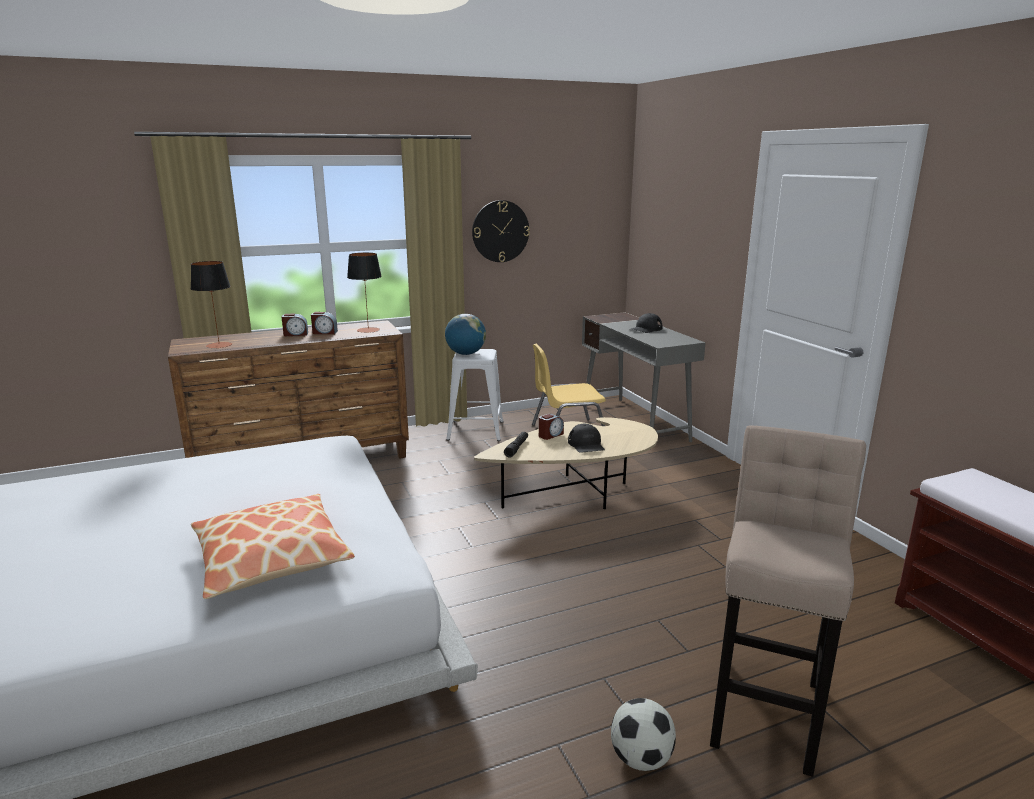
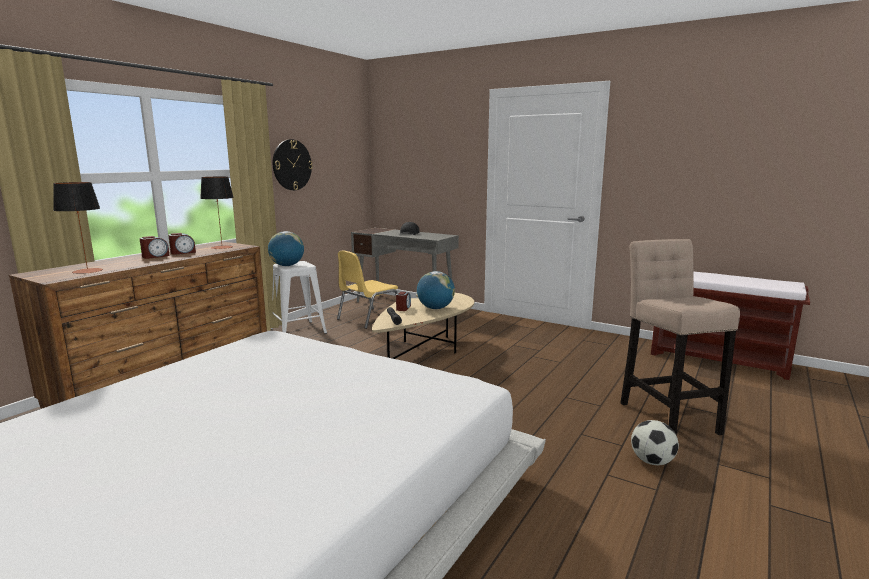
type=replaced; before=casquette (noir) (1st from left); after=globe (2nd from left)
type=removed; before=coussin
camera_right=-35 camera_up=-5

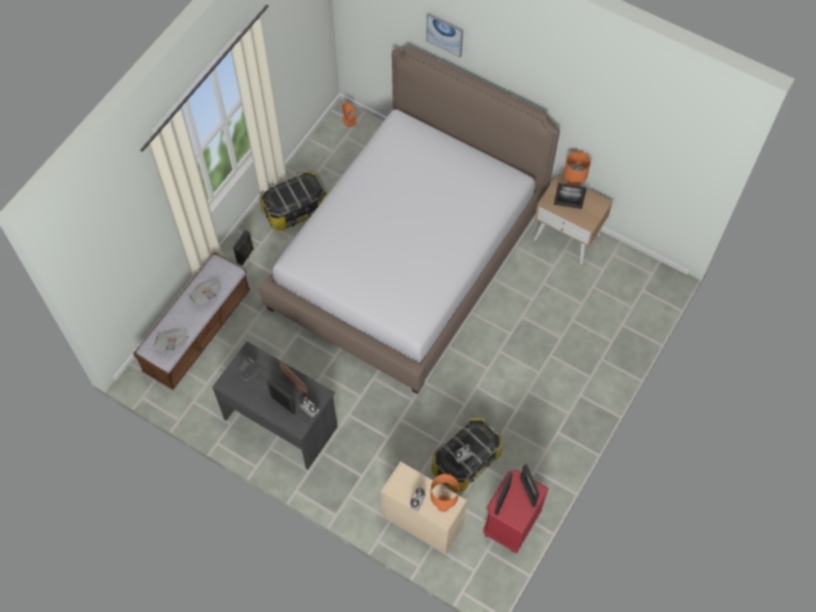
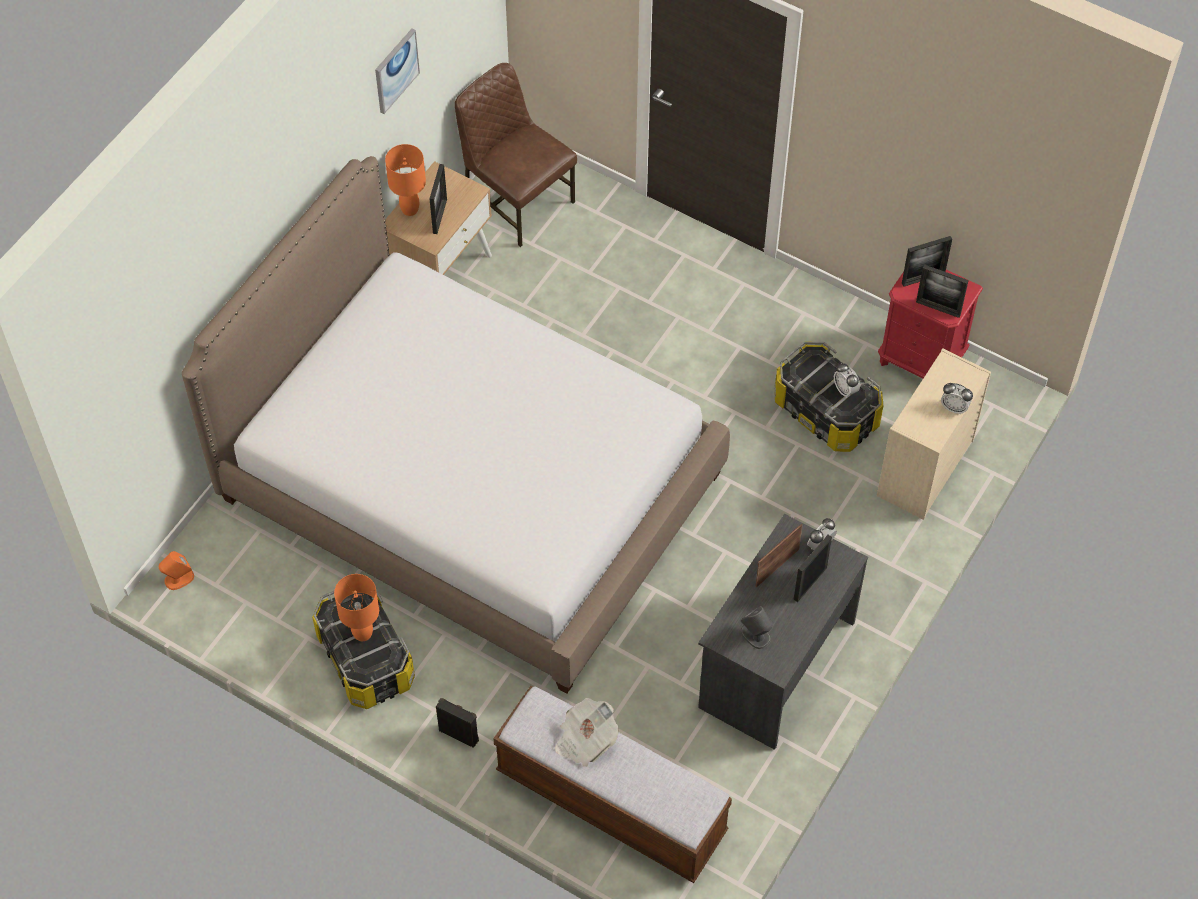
type=moved; before=lampe de table (orange) (1st from left)
type=moved; before=tableau
type=added; after=chaise (marron)
type=removed; before=journal (1st from left)
camera_right=-90 camera_up=-5

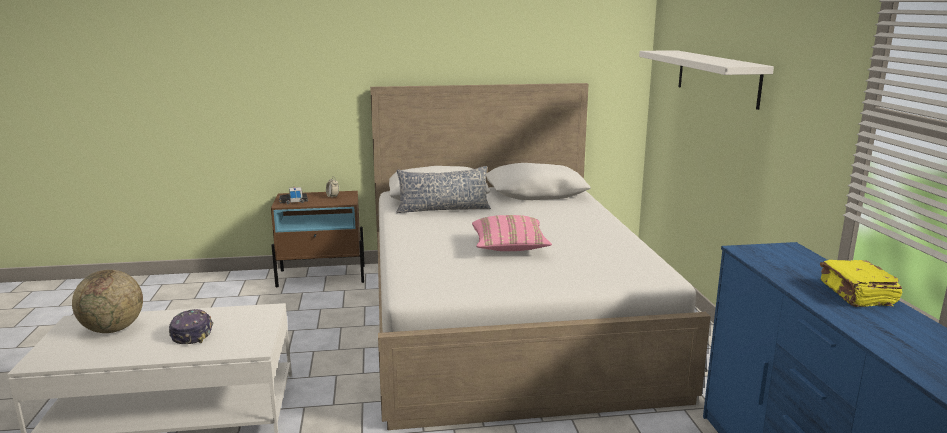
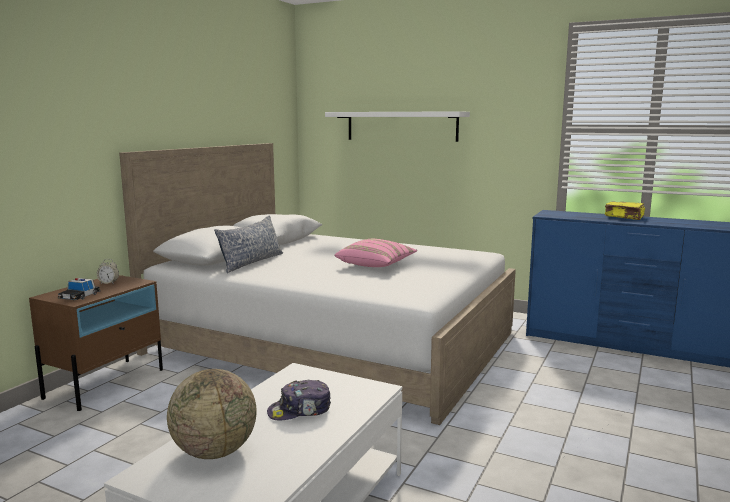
type=turned; before=casquette; turn=-45
camera_right=-55 camera_up=-5

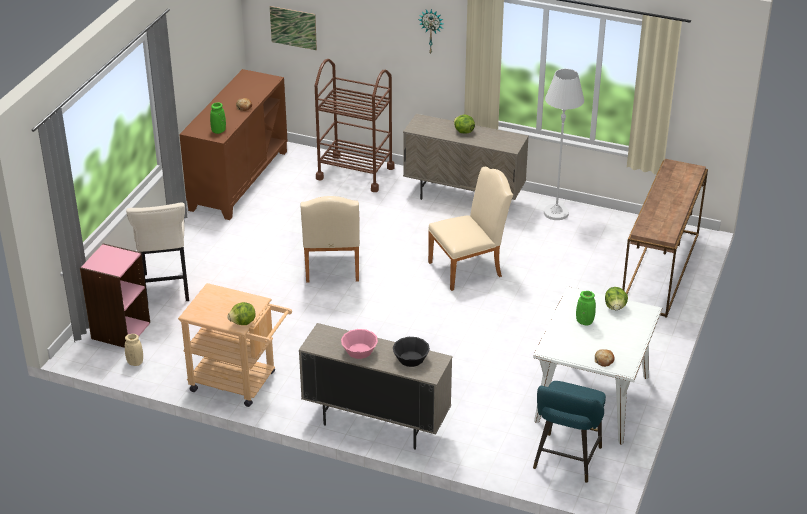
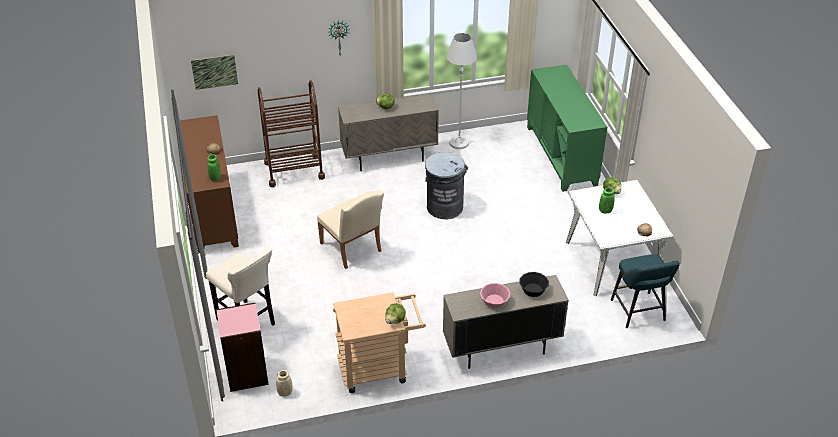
type=replaced; before=chaise (beige) (2nd from left); after=poubelle (gris)
type=replaced; before=table console (marron); after=meuble de rangement (vert)
camera_right=-35 camera_up=5

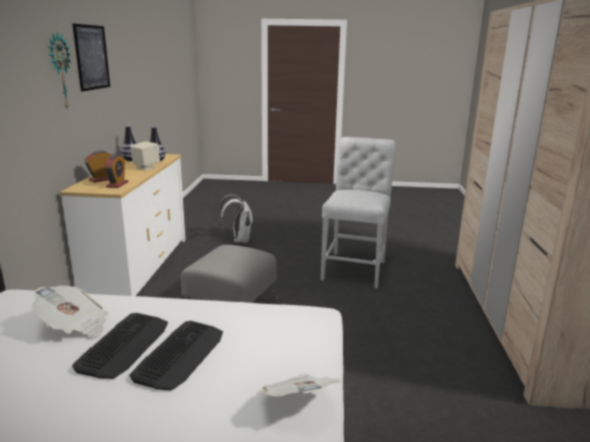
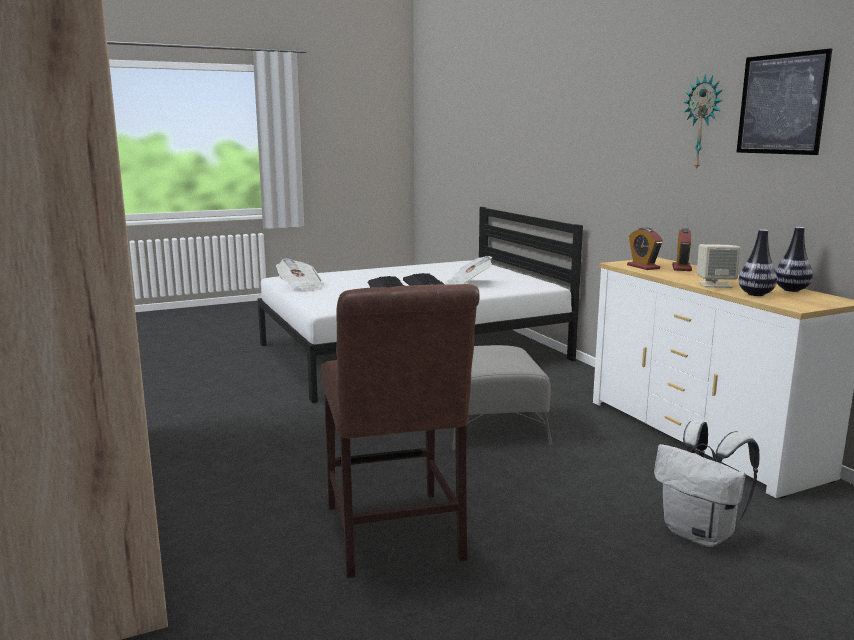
type=recoloured; before=chaise (blanc); after=chaise (marron)
camera_right=150 camera_up=-5

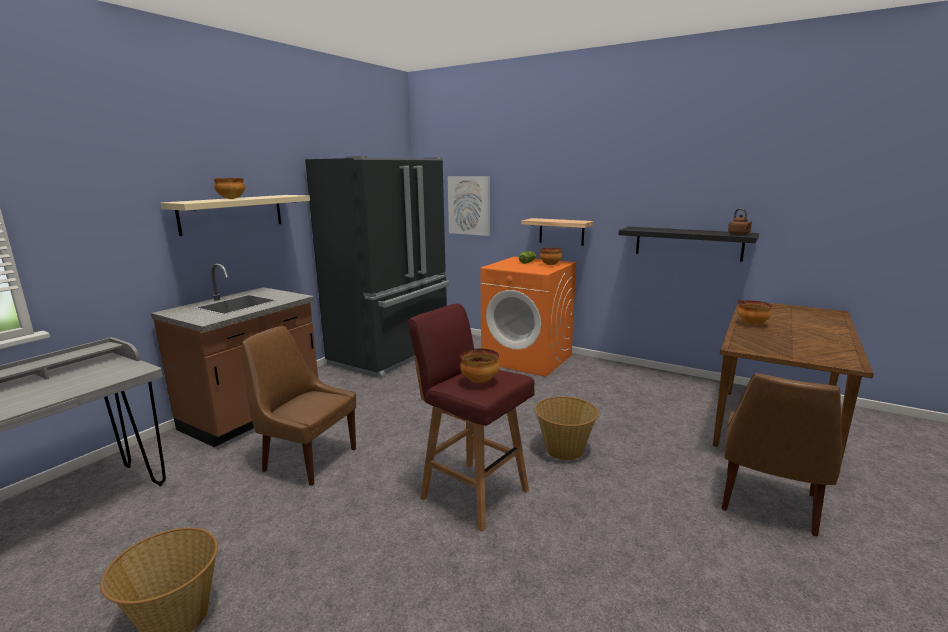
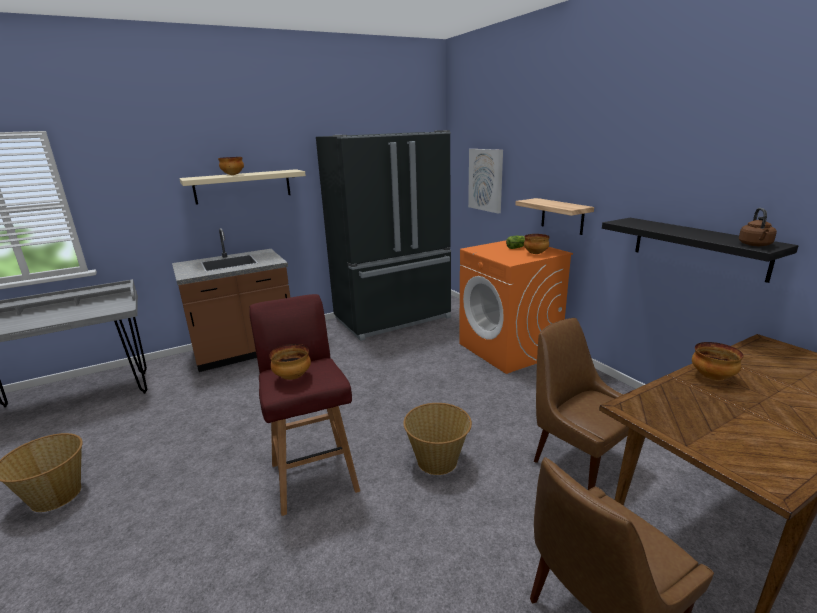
type=moved; before=chaise (marron) (1st from left)
camera_right=30 camera_up=5

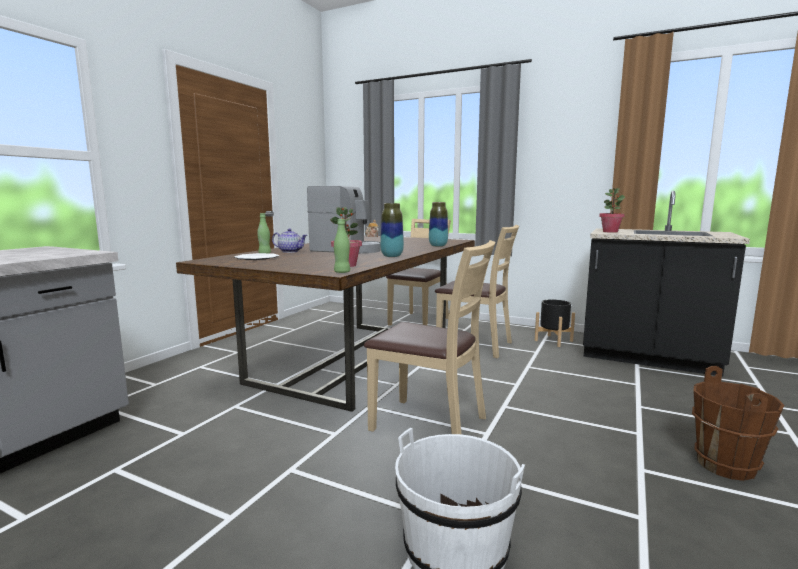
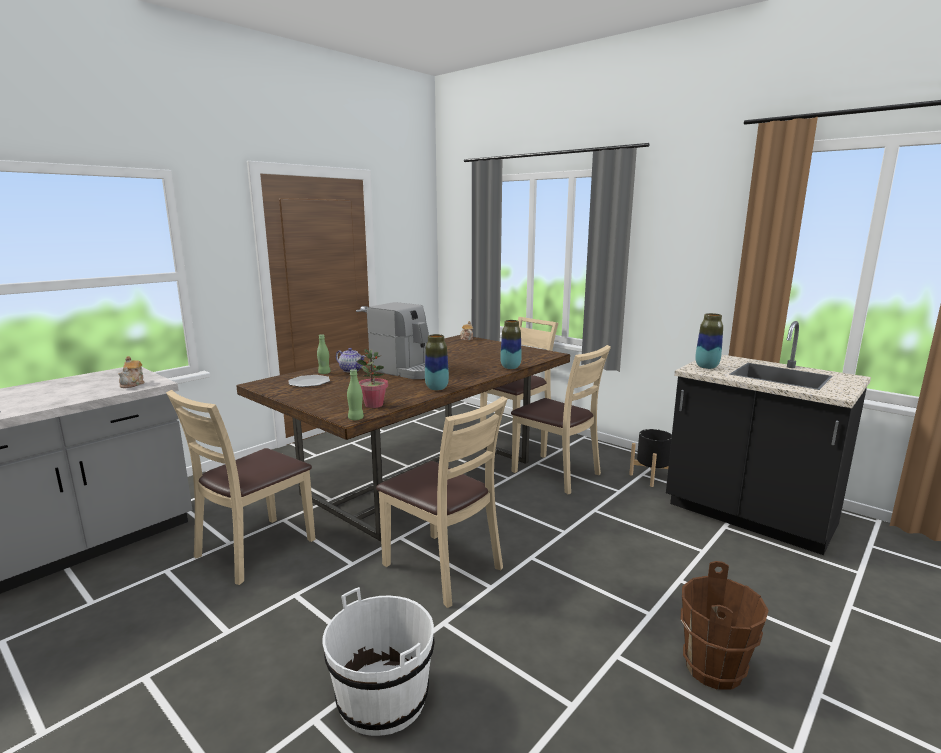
type=added; after=théière (1st from left)
type=added; after=chaise (beige) (1st from left)
type=replaced; before=plante en pot (2nd from left); after=vase (3rd from left)
camera_right=15 camera_up=5

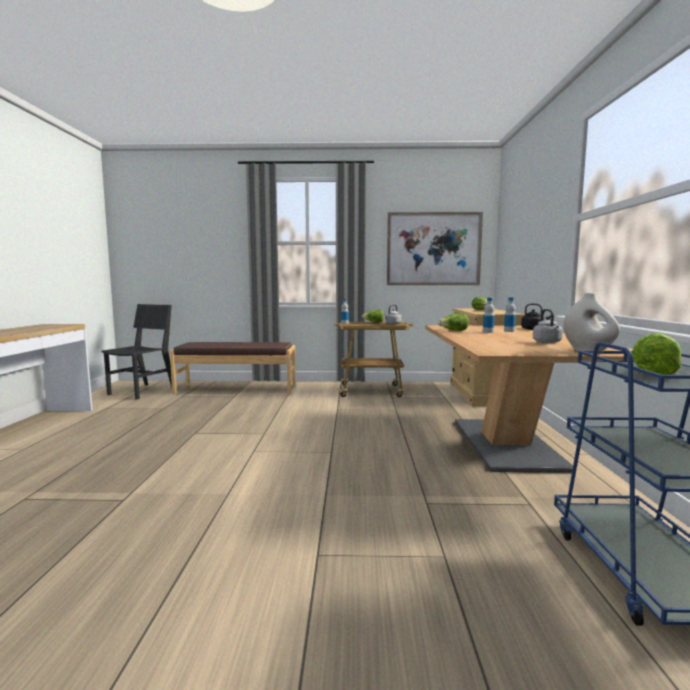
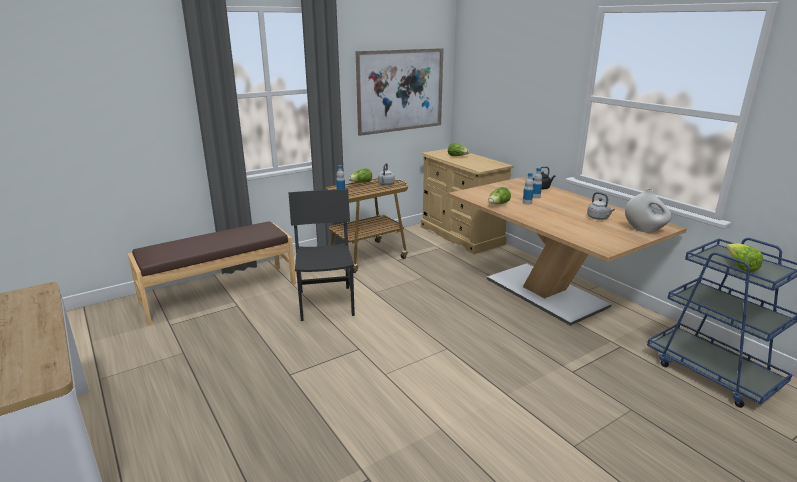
type=moved; before=chaise (noir)
camera_right=-35 camera_up=15

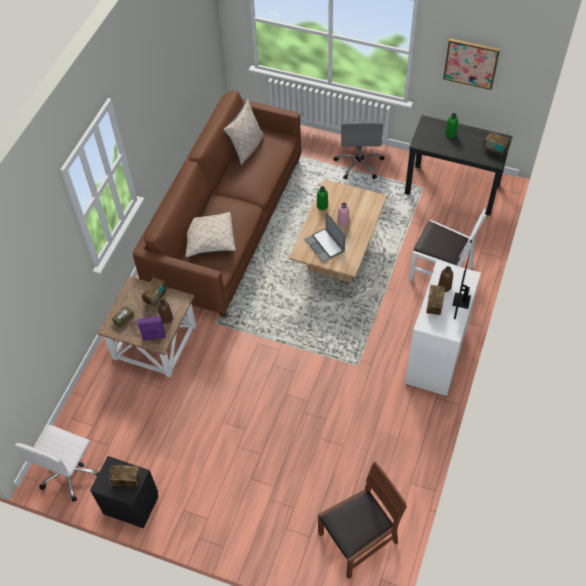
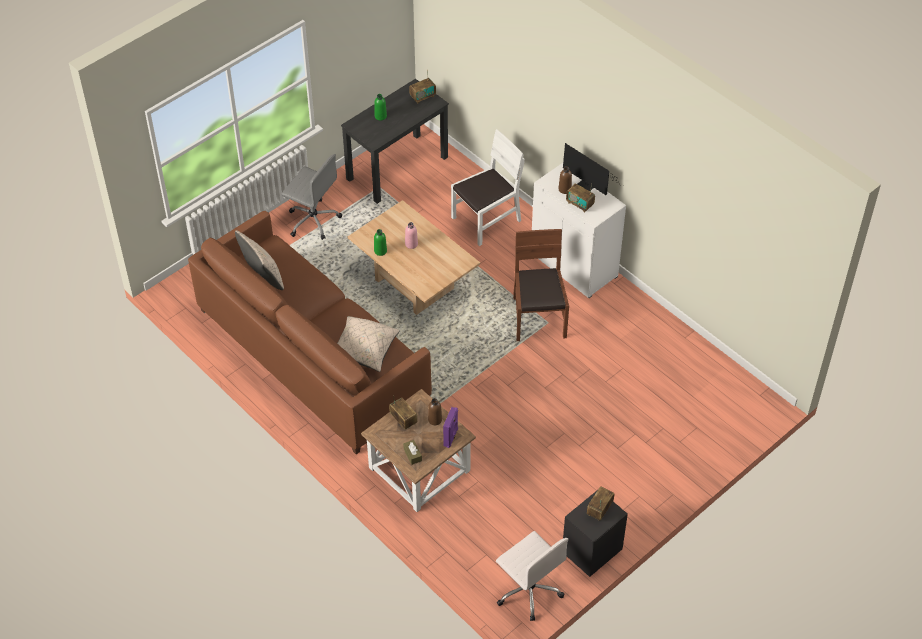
type=moved; before=chaise (marron)
type=removed; before=ordinateur portable
type=removed; before=tableau
camera_right=-65 camera_up=-5

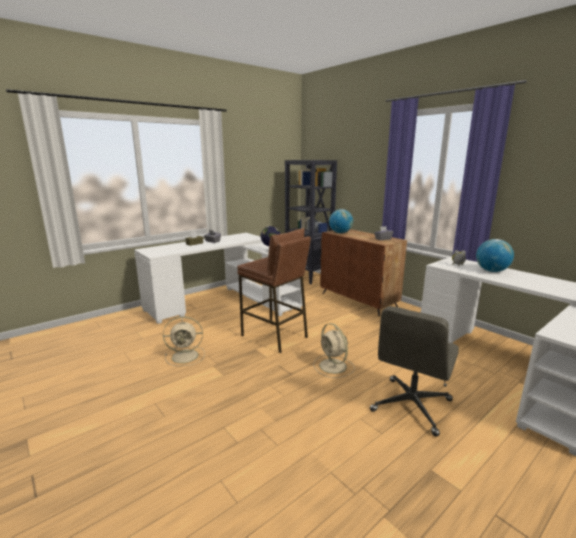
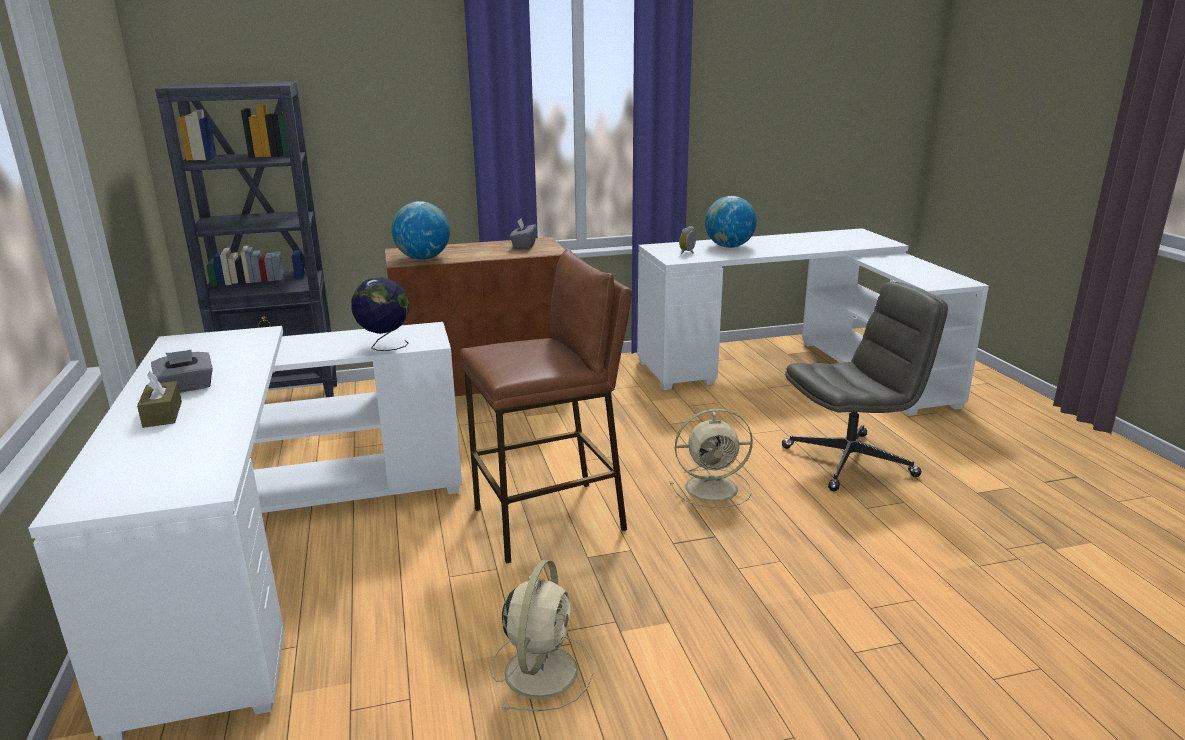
type=turned; before=chaise de bureau (gris); turn=-75
camera_right=-65 camera_up=5

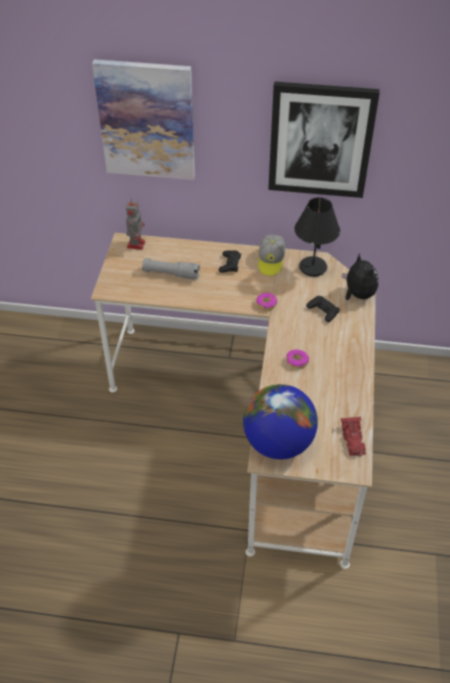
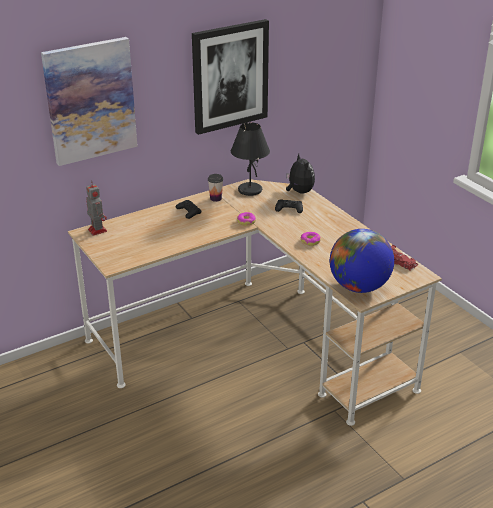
type=replaced; before=casquette; after=tasse
type=turned; before=peluche; turn=45
type=removed; before=lampe de poche (gris)
camera_right=-40 camera_up=-15

